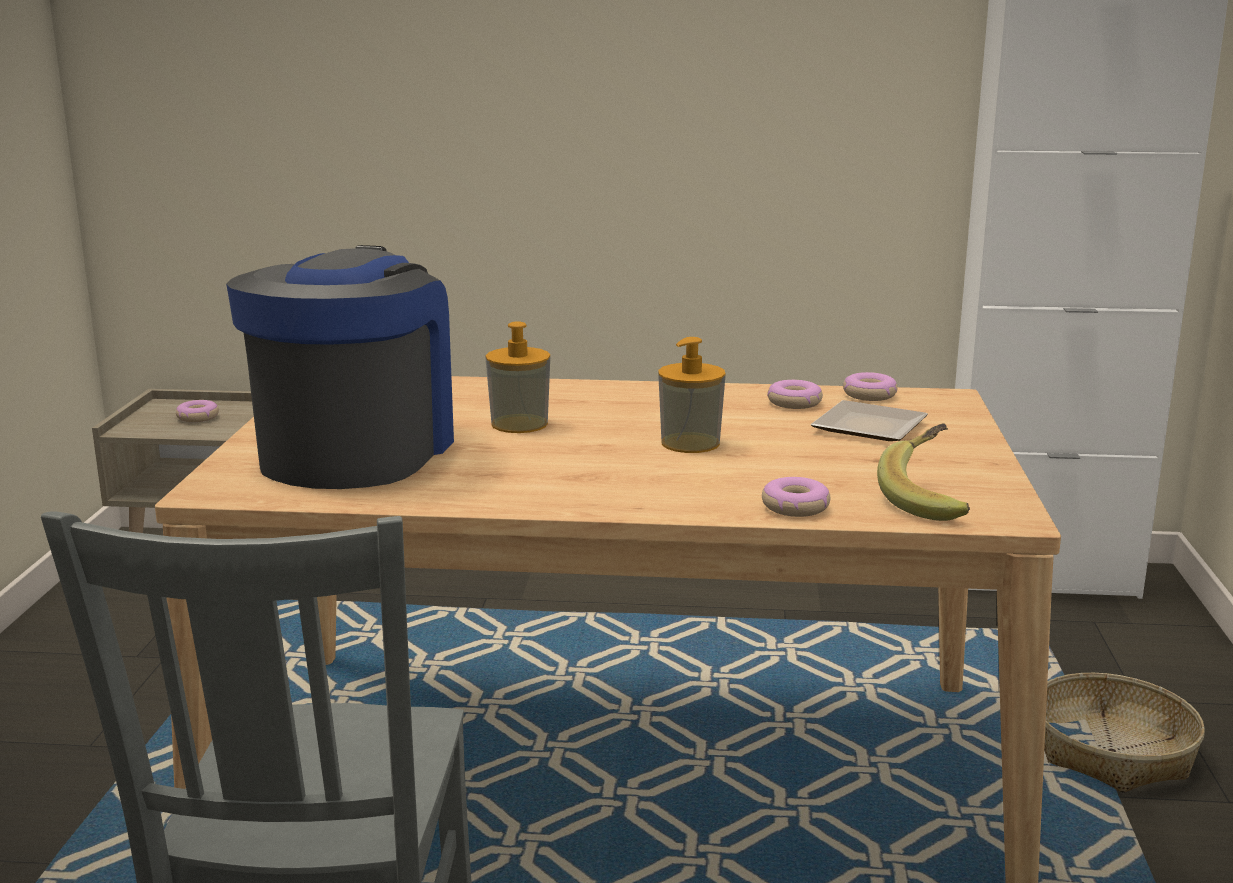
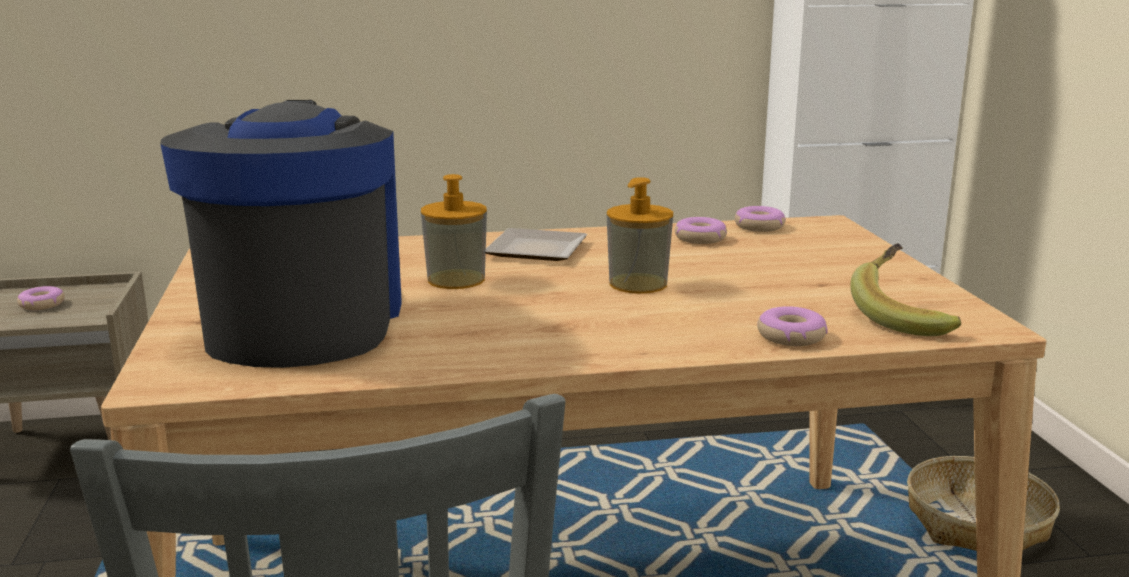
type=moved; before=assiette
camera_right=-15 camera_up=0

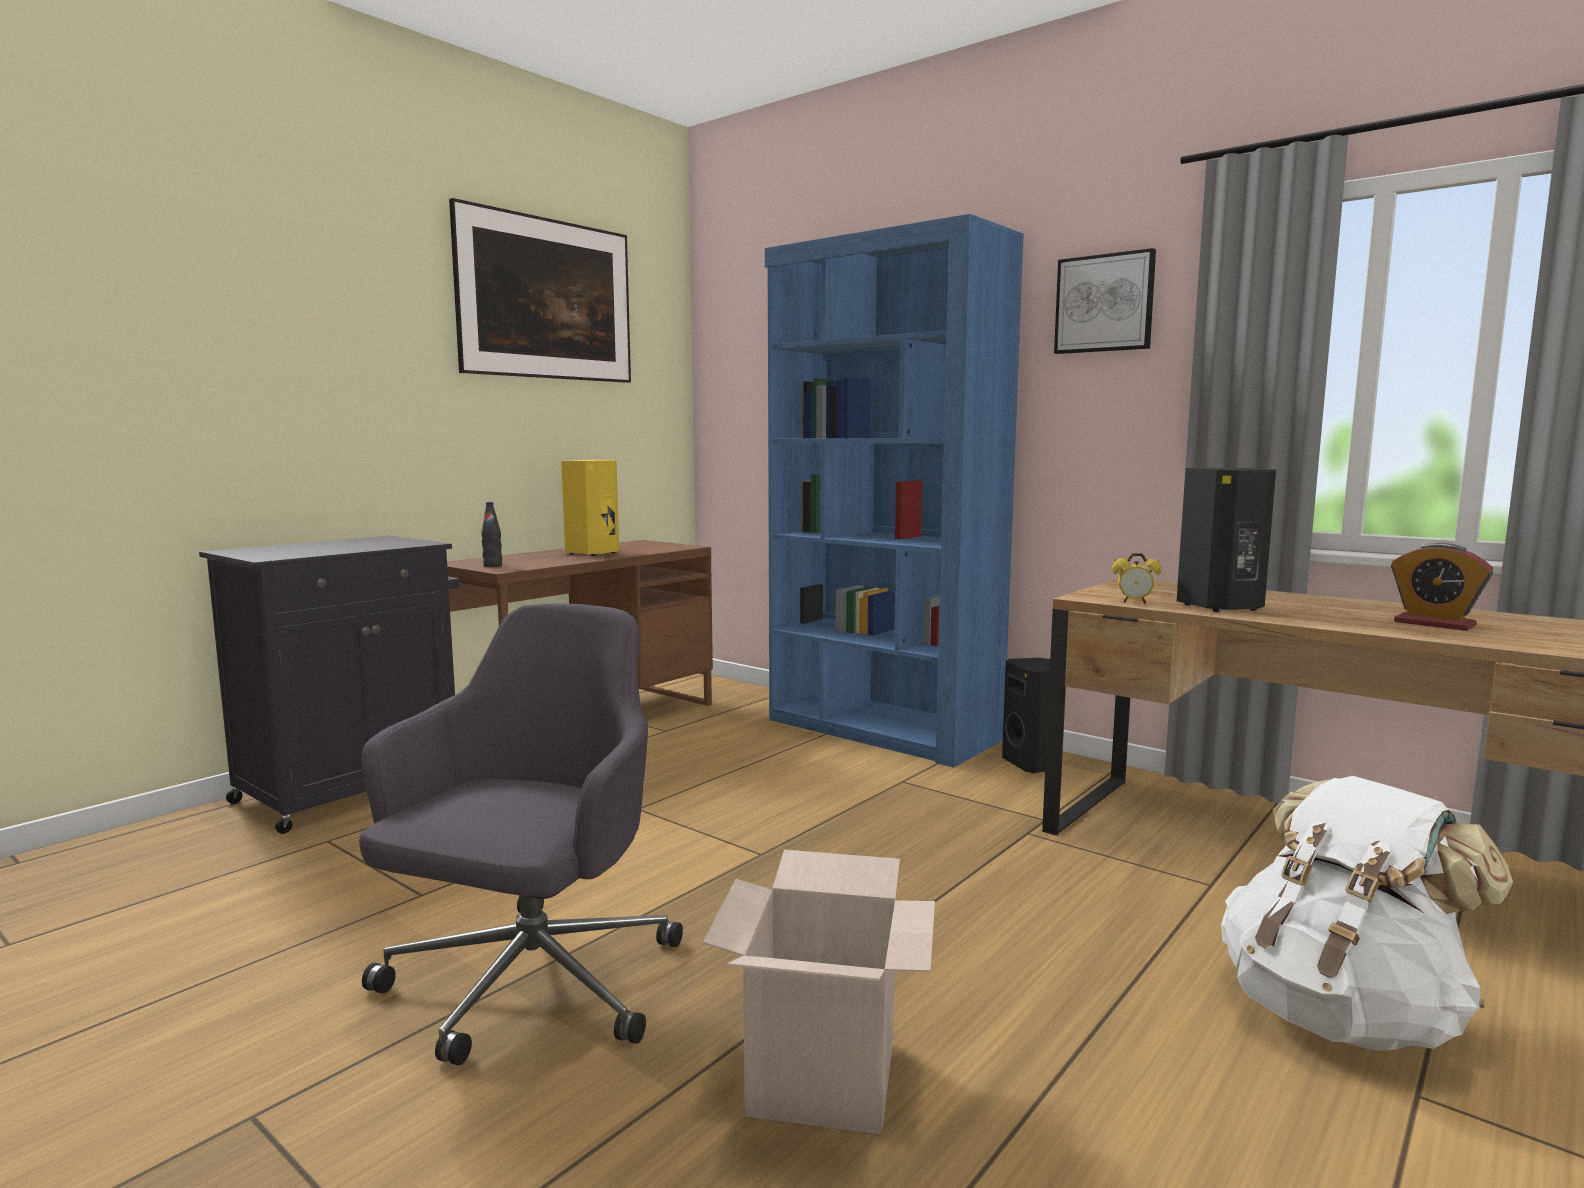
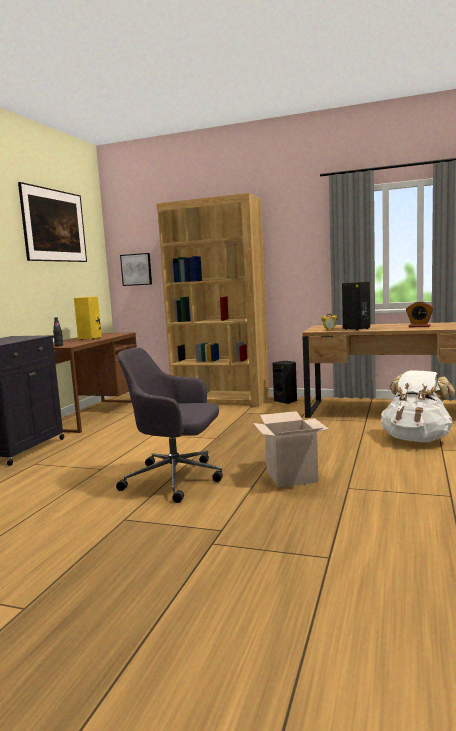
type=turned; before=chaise de bureau (gris); turn=-75
type=moved; before=tableau (2nd from left)
type=recoloured; before=bibliothèque (bleu); after=bibliothèque (marron)
camera_right=-20 camera_up=0

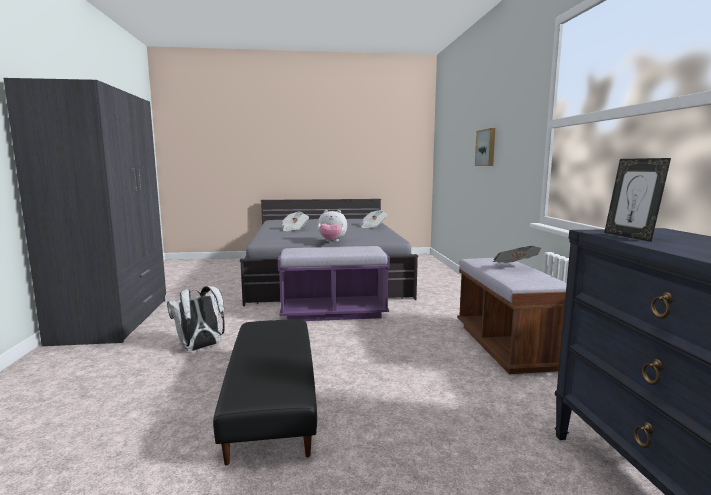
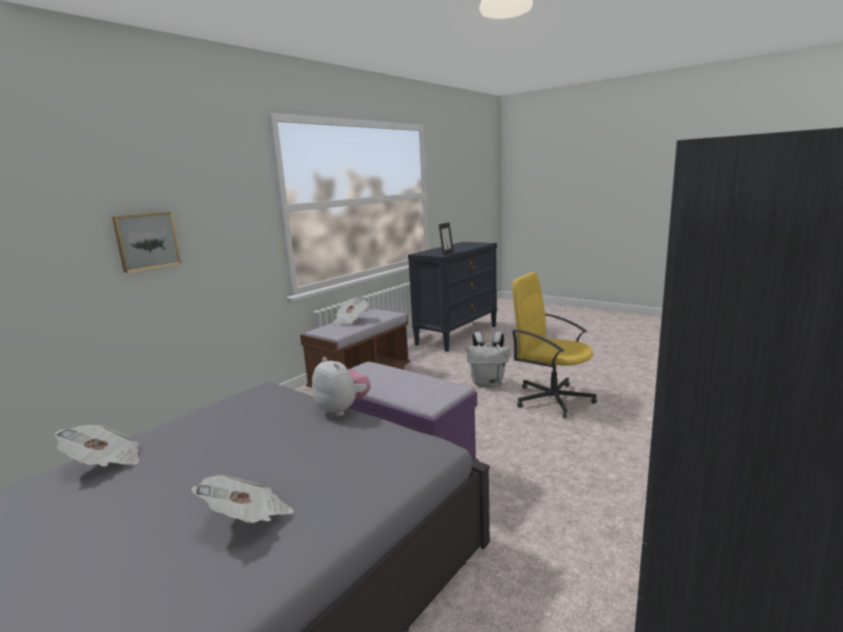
type=moved; before=sac à dos (blanc)
type=replaced; before=pouf (noir); after=chaise de bureau (jaune)
camera_right=-135 camera_up=5

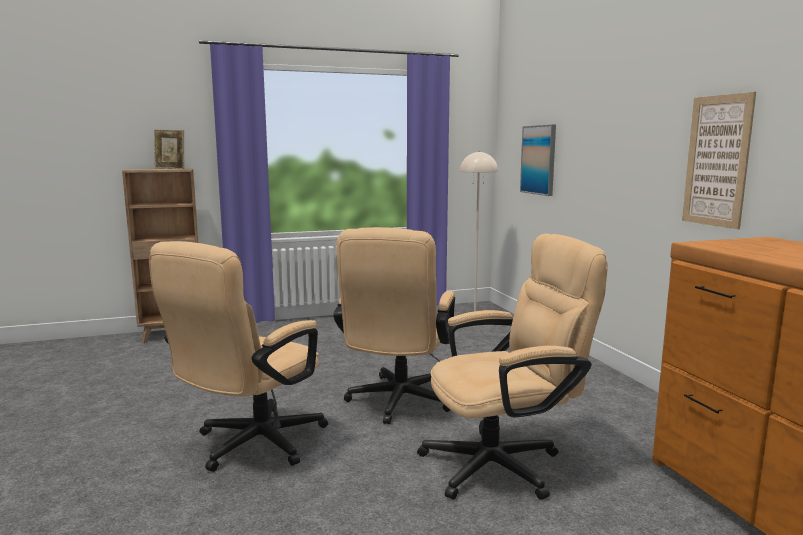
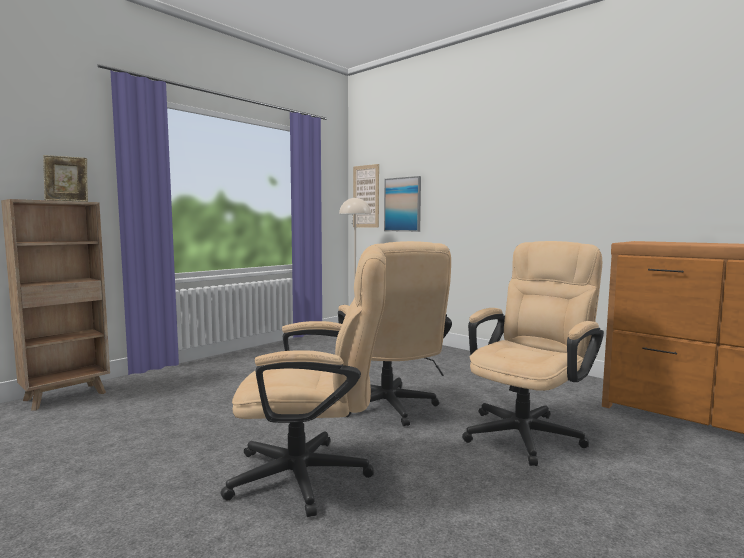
type=turned; before=chaise de bureau (beige) (1st from left); turn=-90
type=moved; before=tableau (2nd from left in the first image); after=tableau (1st from left)
camera_right=-30 camera_up=-5

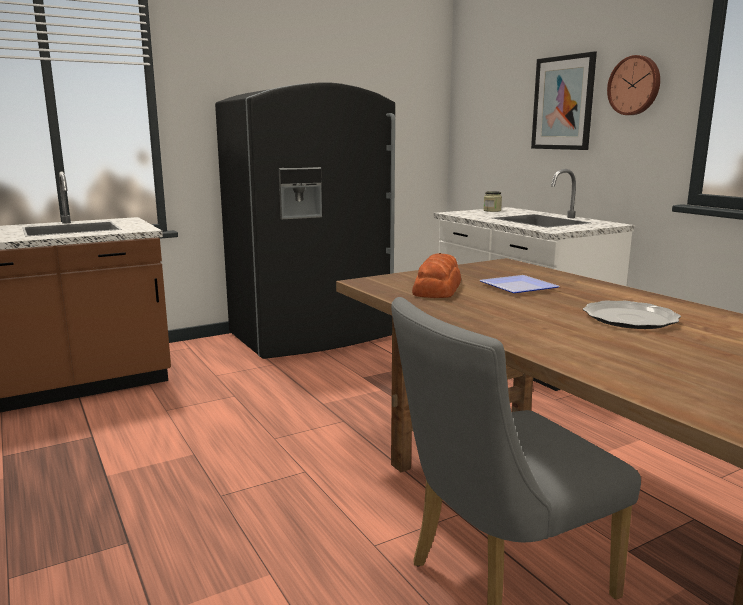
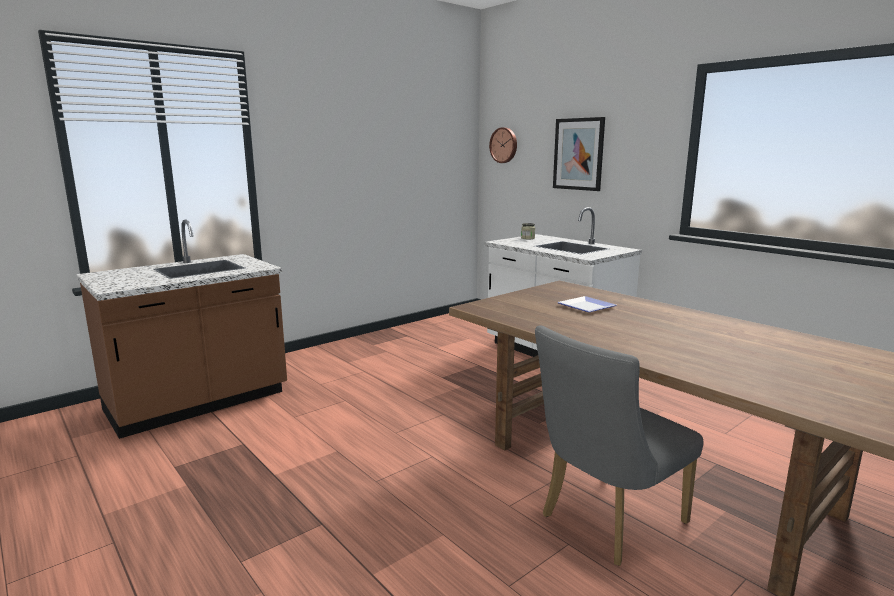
type=moved; before=horloge murale
type=removed; before=réfrigérateur (noir)
type=removed; before=pain
type=removed; before=assiette (2nd from left)
camera_right=-10 camera_up=0

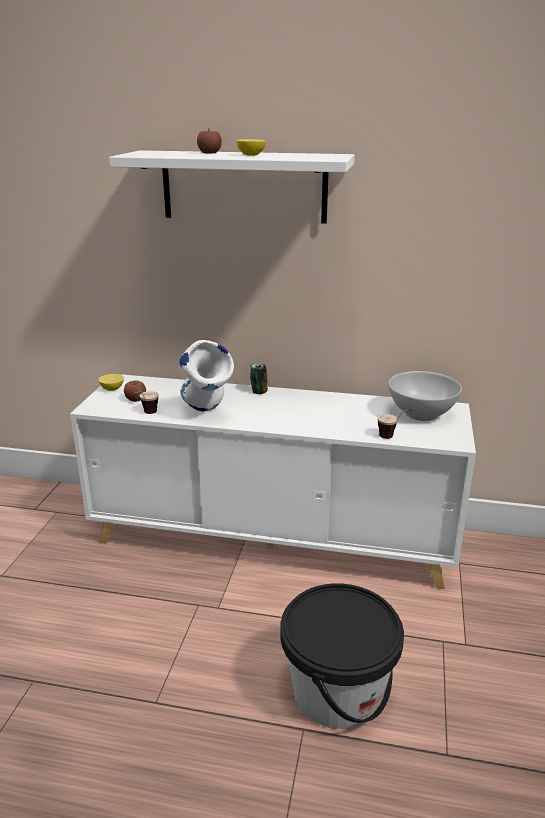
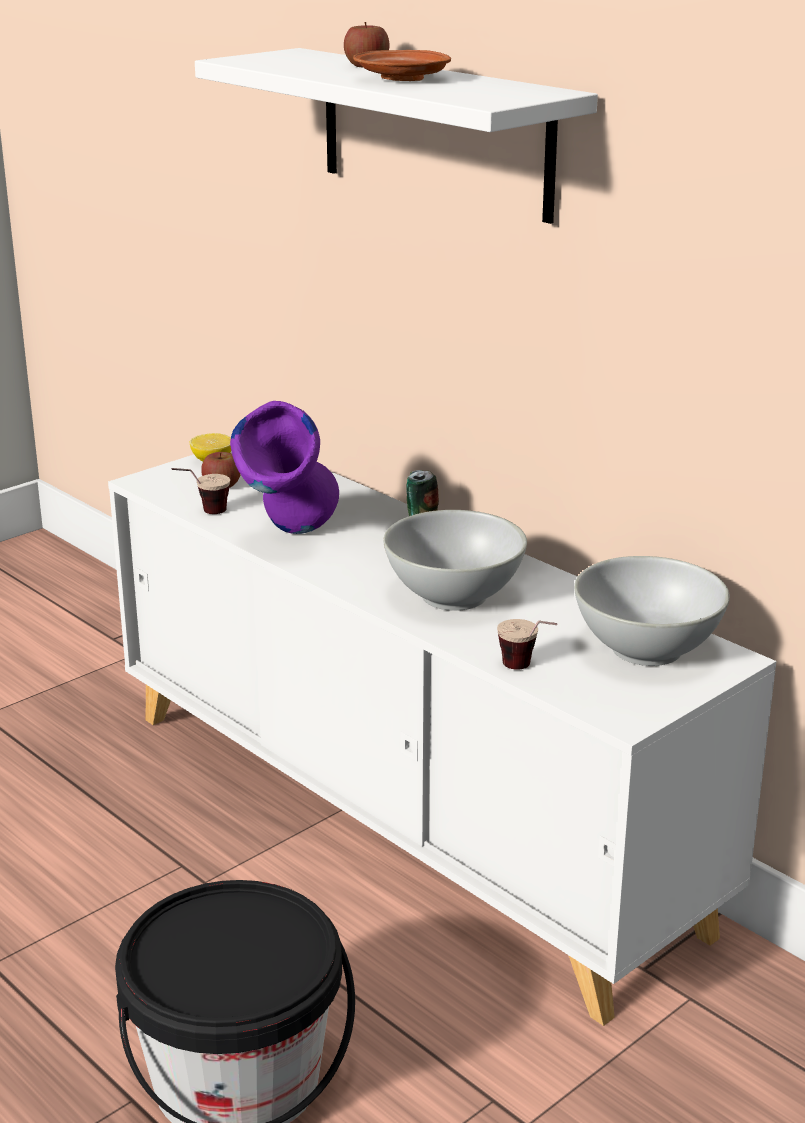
type=recoloured; before=vase (blanc); after=vase (violet)
type=replaced; before=citron (2nd from left); after=assiette (marron)
type=added; after=bol (blanc) (1st from left)
camera_right=35 camera_up=0

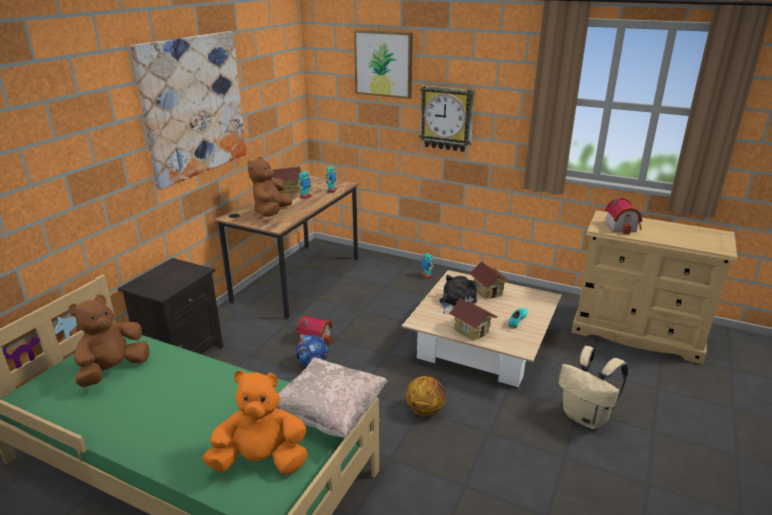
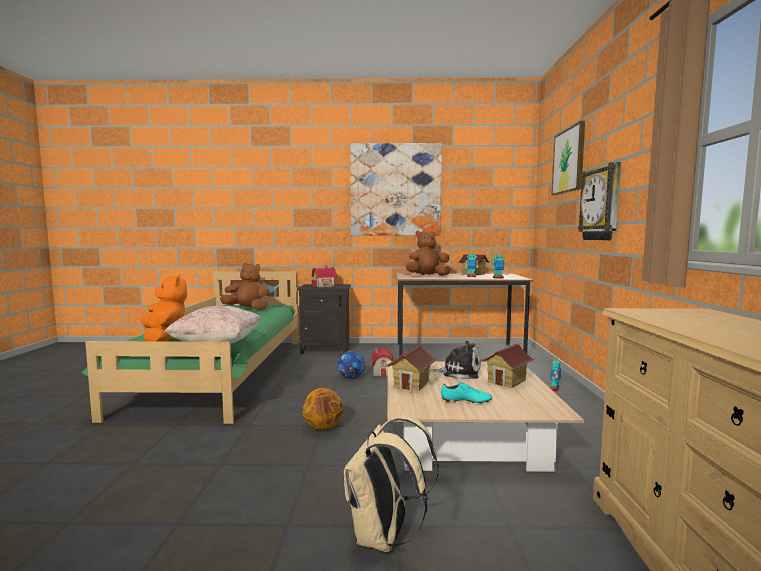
type=moved; before=maison miniature (5th from left in the first image); after=maison miniature (1st from left)
camera_right=65 camera_up=-20

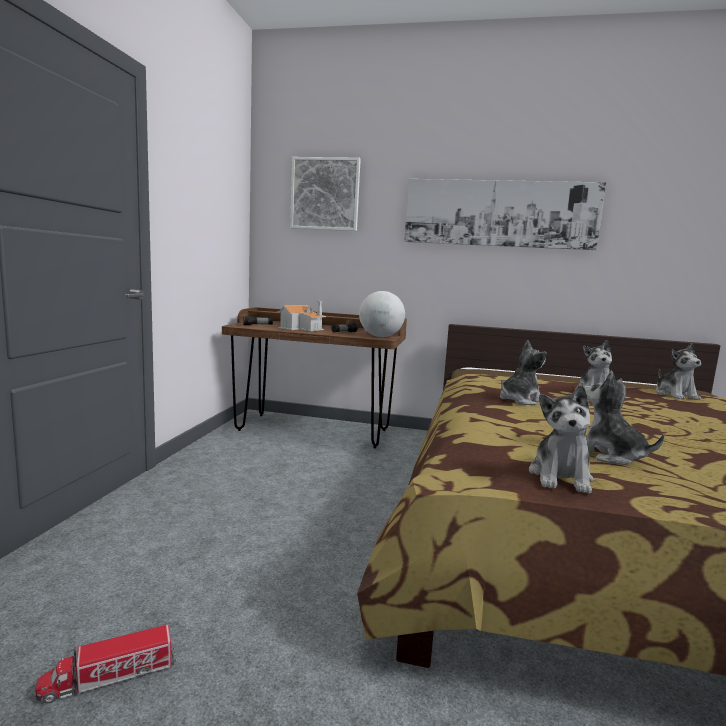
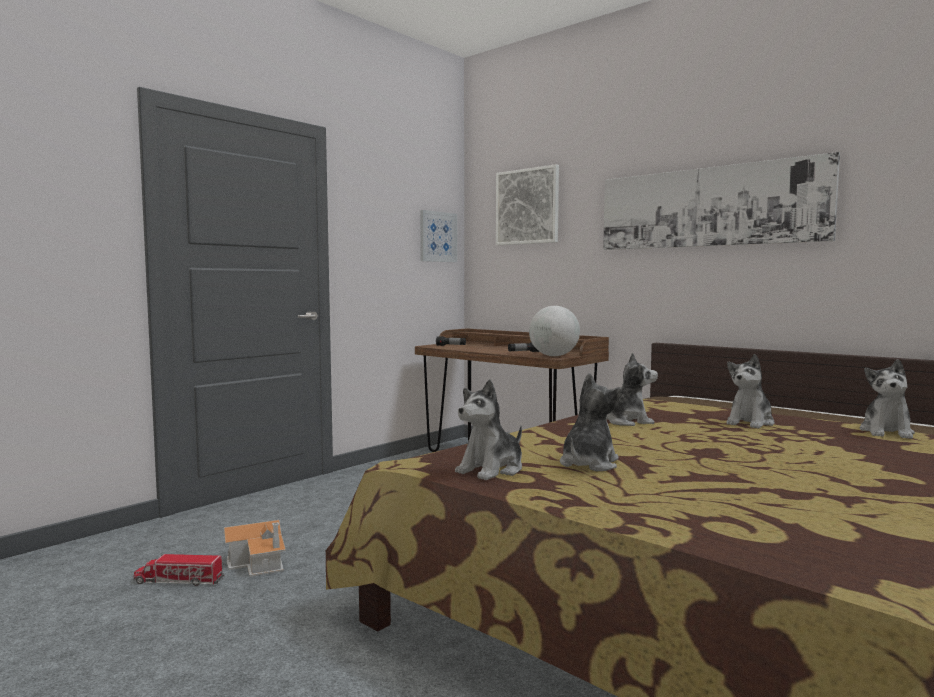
type=moved; before=maison miniature
type=added; after=tableau (1st from left)
type=turned; before=peluche (4th from left in the first image); turn=45
camera_right=30 camera_up=-5

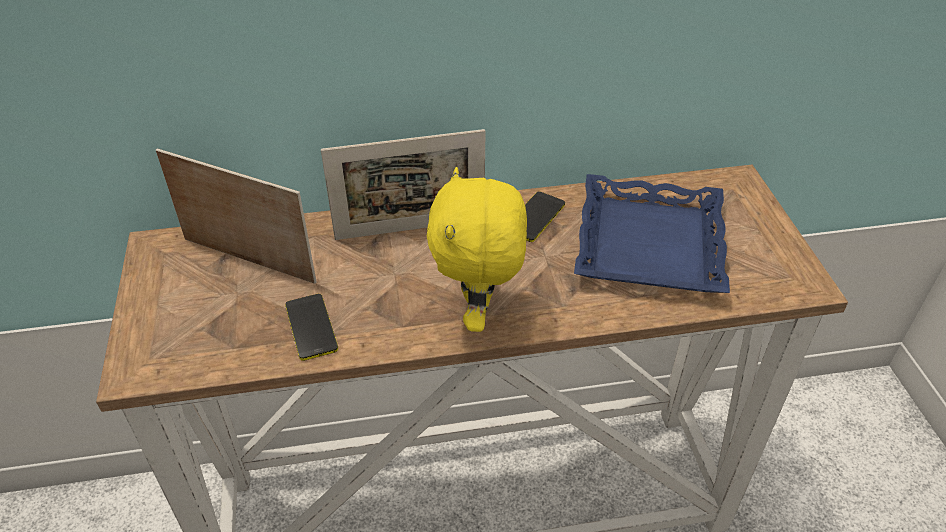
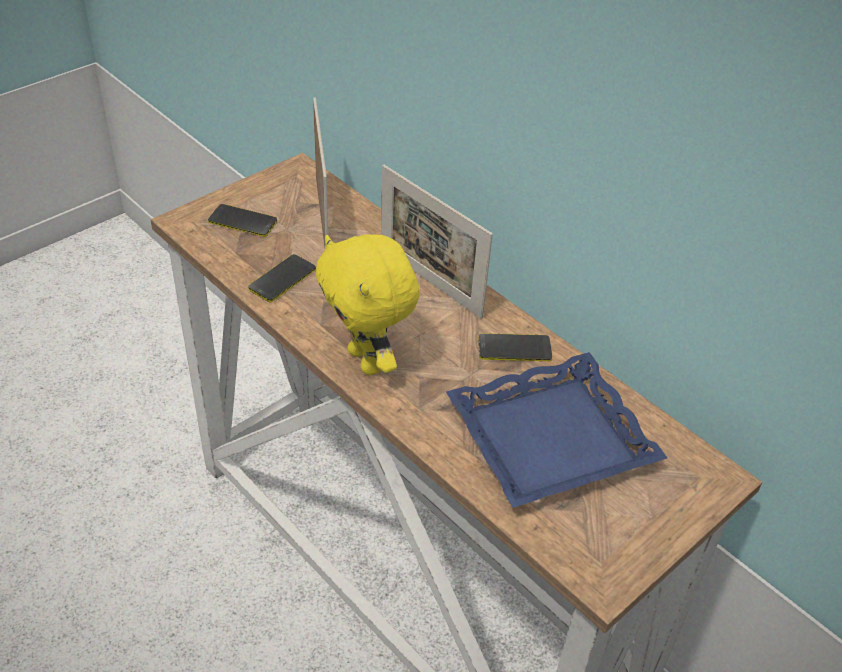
type=added; after=téléphone (1st from left)
type=turned; before=peluche (jaune); turn=-90
camera_right=55 camera_up=0

